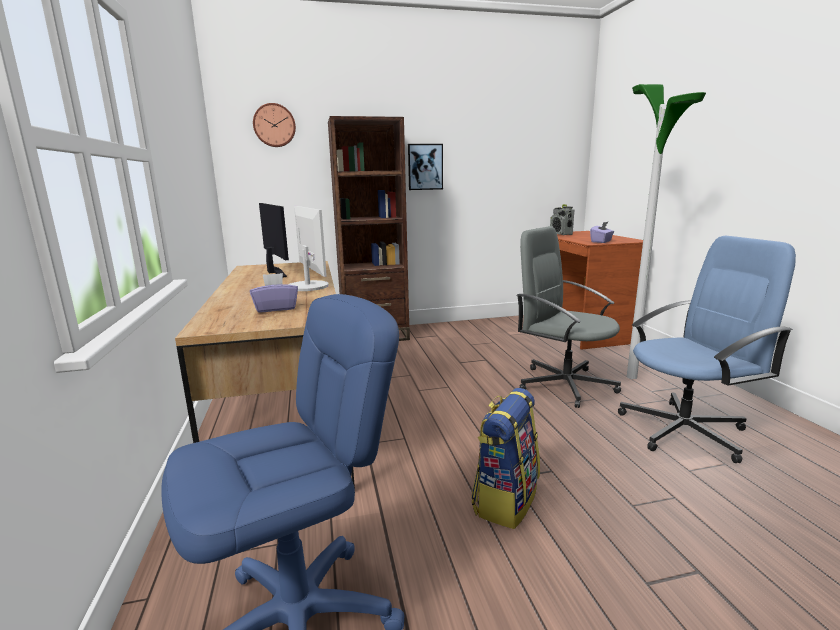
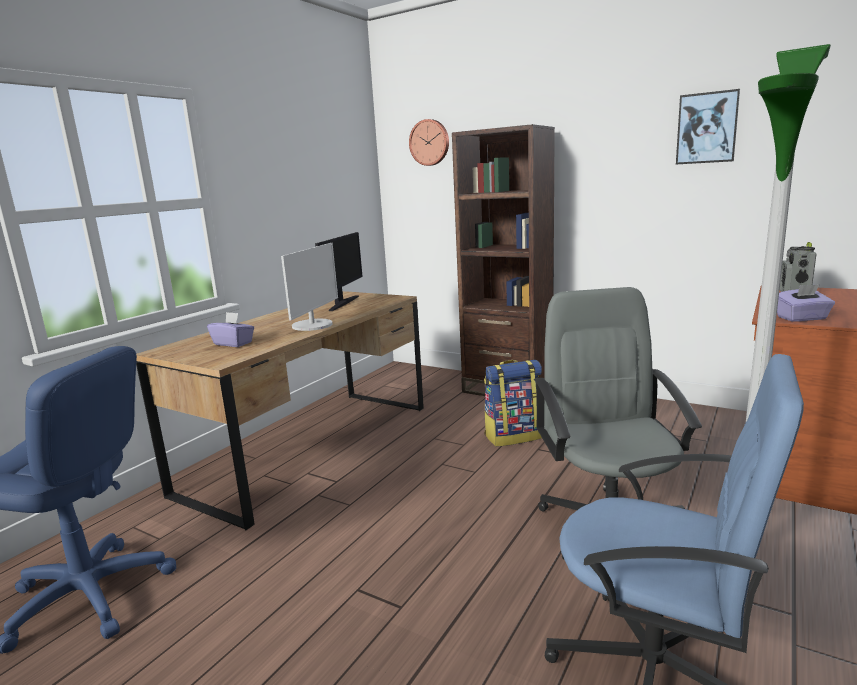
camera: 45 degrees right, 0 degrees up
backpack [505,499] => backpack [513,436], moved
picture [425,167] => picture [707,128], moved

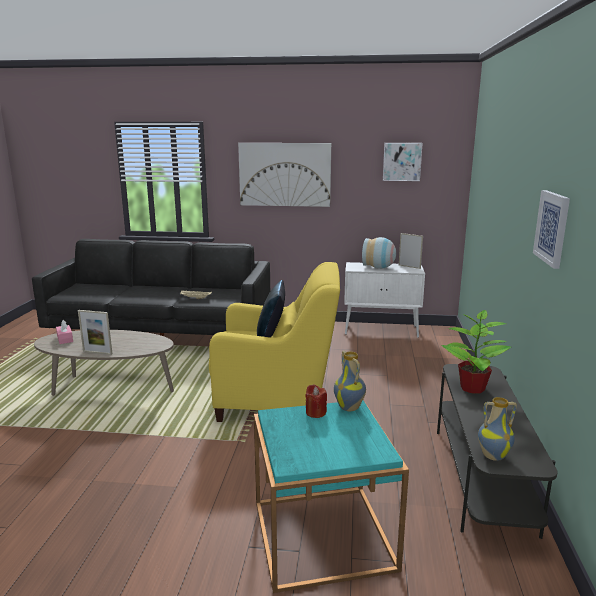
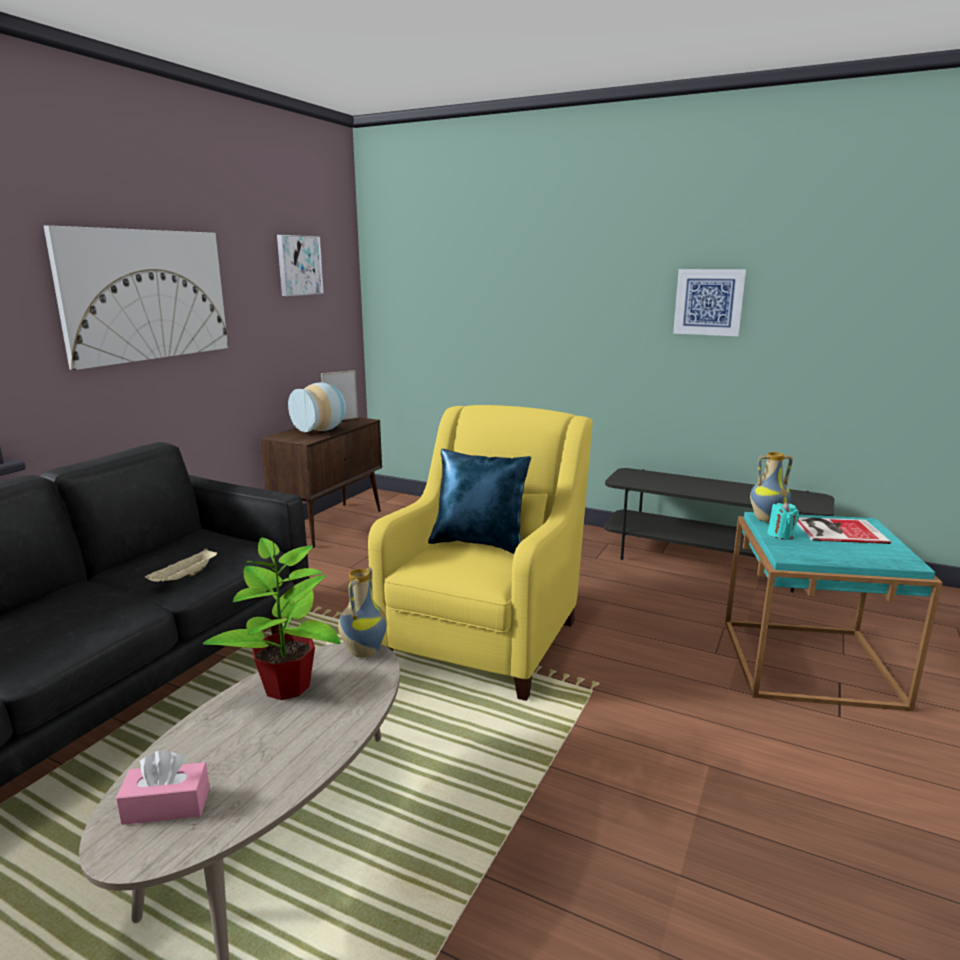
camera: 70 degrees left, 0 degrees up
potted plant [471,388] => potted plant [286,687], moved
white cabinet [381,330] => brown cabinet [330,524]
vase [493,455] => vase [363,651], moved
red candle [315,412] => turquoise candle [781,535]
nothing => book [836,530]
picture frame [97,352] => nothing

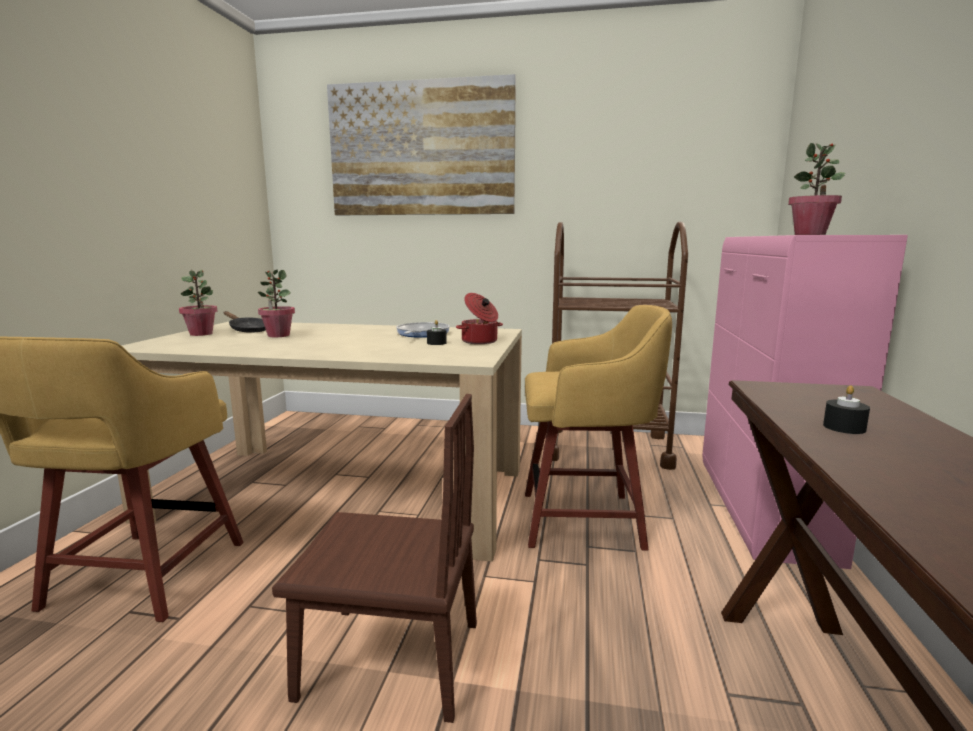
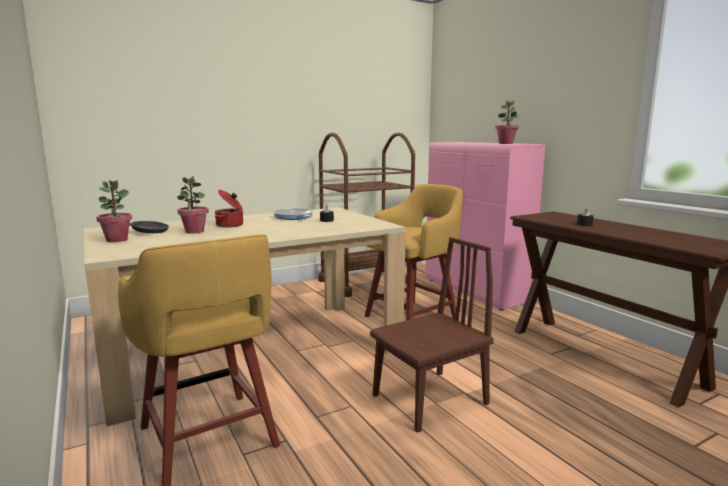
camera: 40 degrees left, 0 degrees up
cooking pot [480,341] => cooking pot [230,225], moved
picture [421,149] => nothing

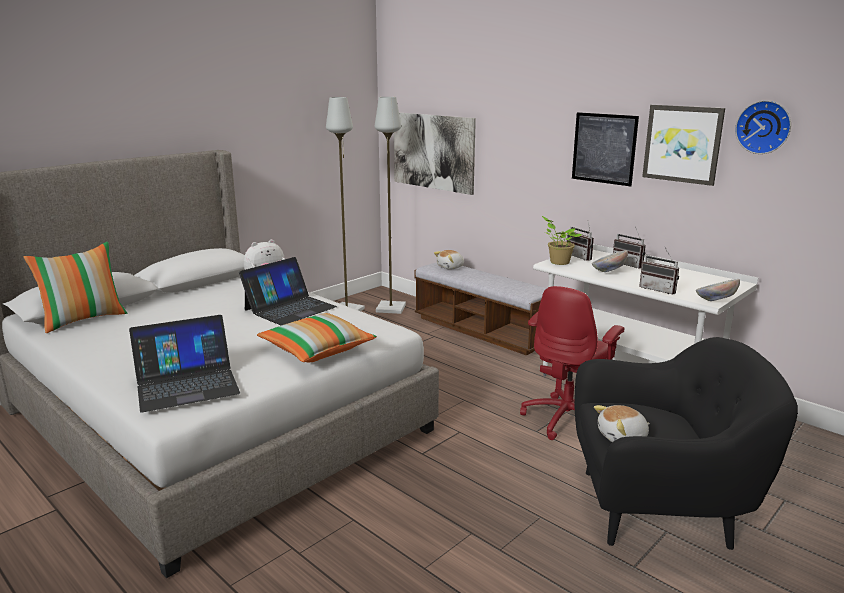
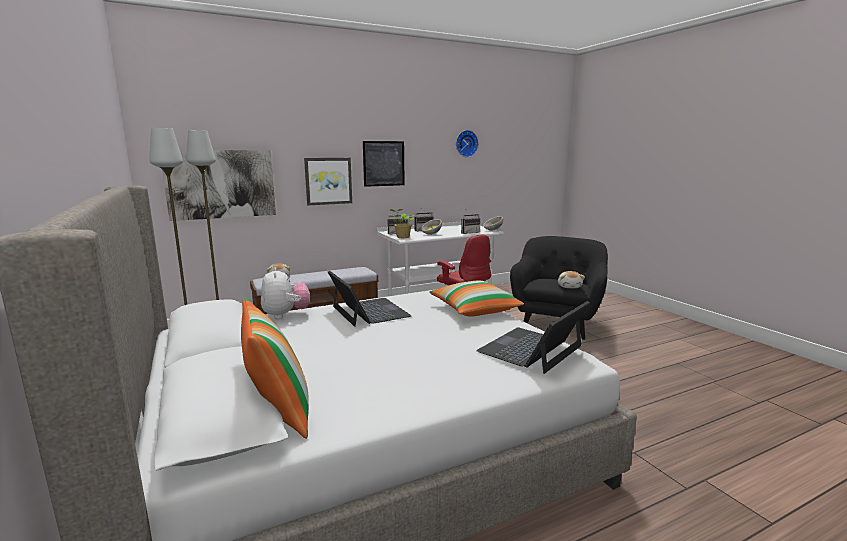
camera: 70 degrees left, 5 degrees down
picture [682,144] => picture [328,181], moved
laptop [187,384] => laptop [531,349], 135 degrees counterclockwise

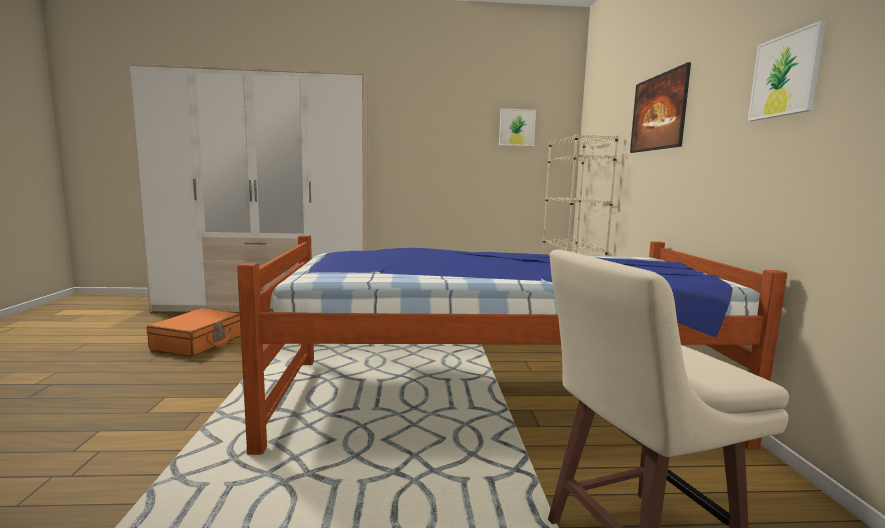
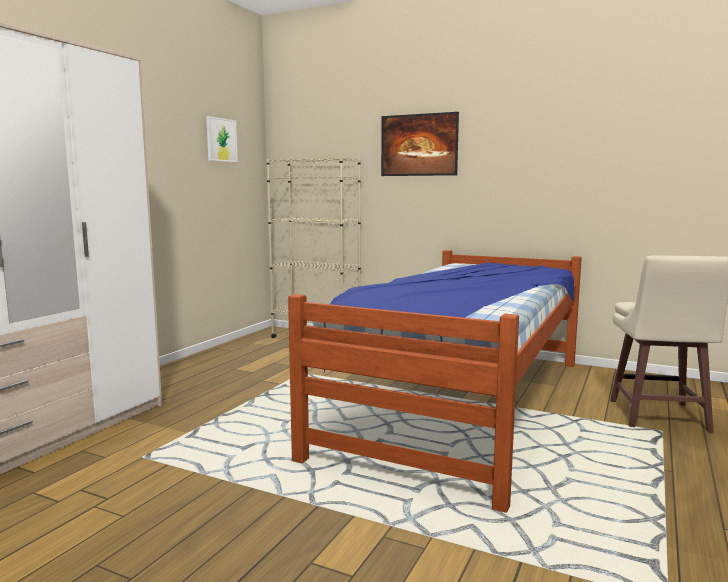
camera: 60 degrees left, 0 degrees up
orange suitcase [198,343] => nothing
picture [785,75] => nothing

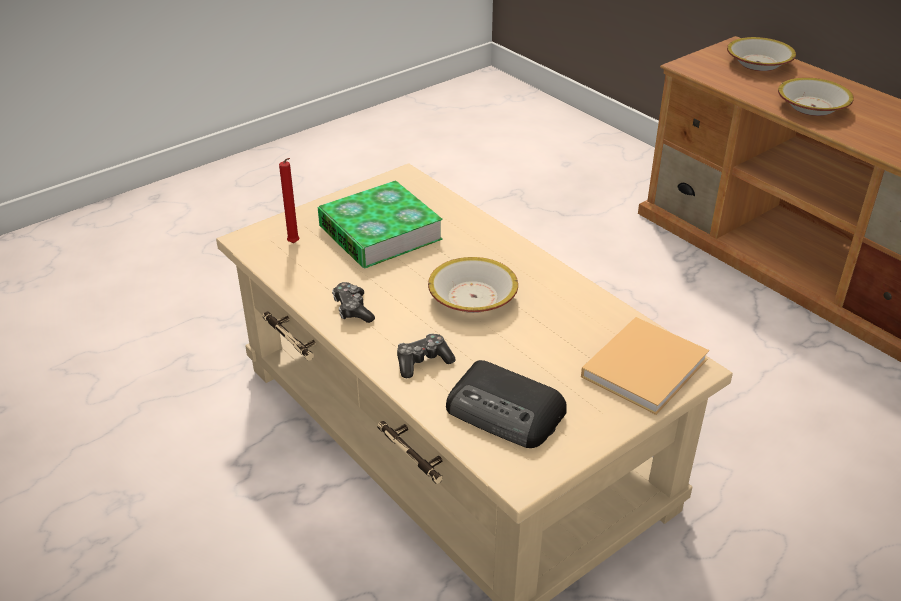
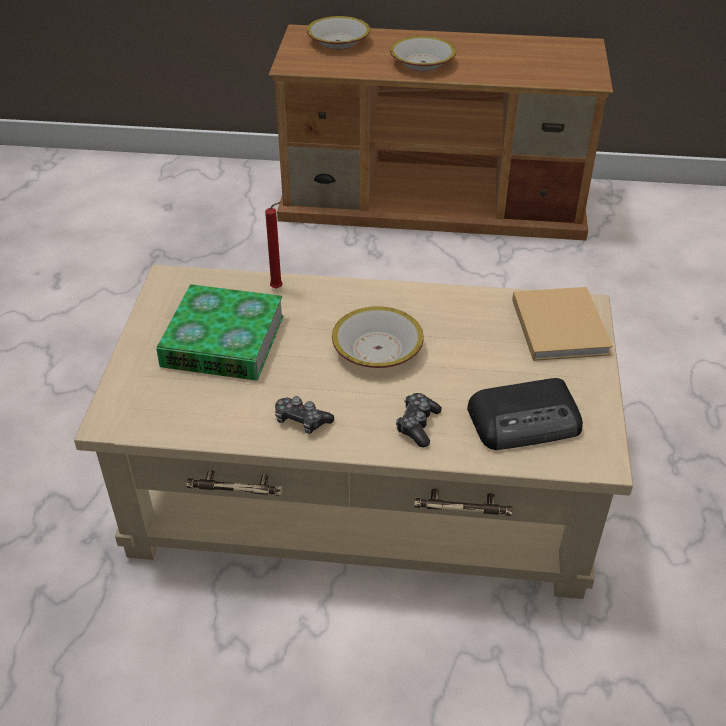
camera: 45 degrees left, 5 degrees up
red candle [294,244] => red candle [278,288], moved

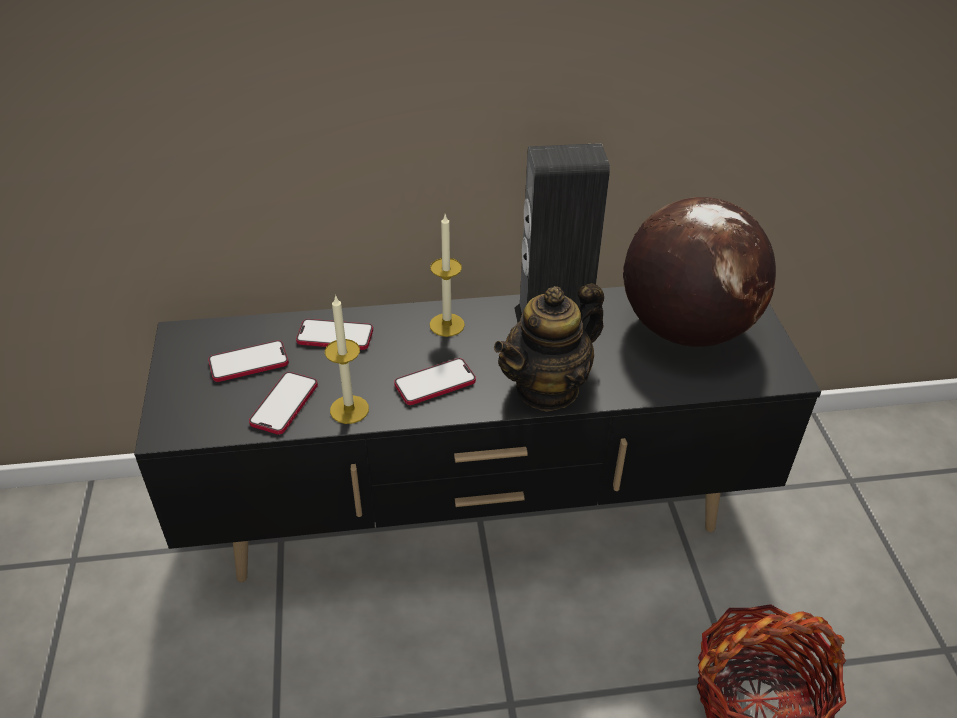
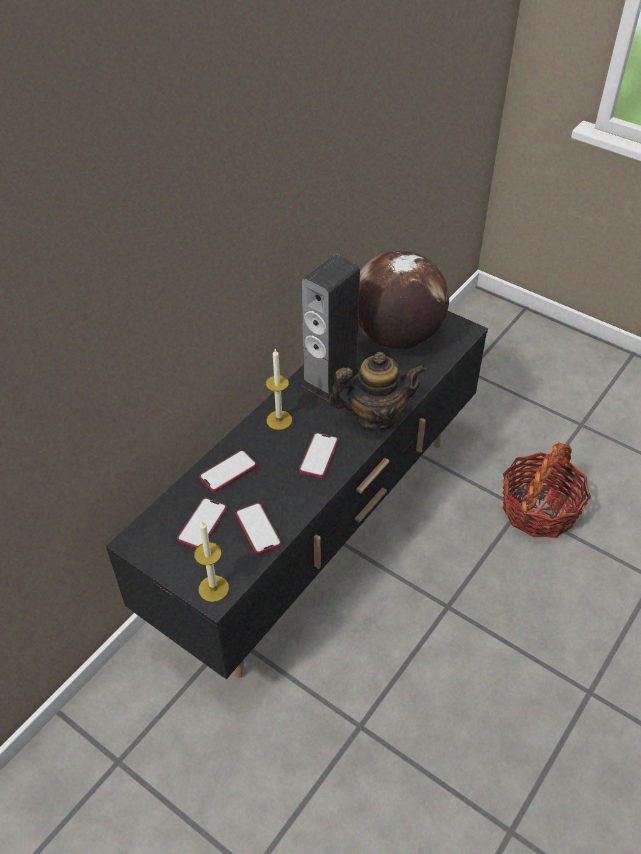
camera: 45 degrees left, 5 degrees up
candle [349,409] => candle [213,588], moved
teapot [547,388] => teapot [375,416], 105 degrees counterclockwise

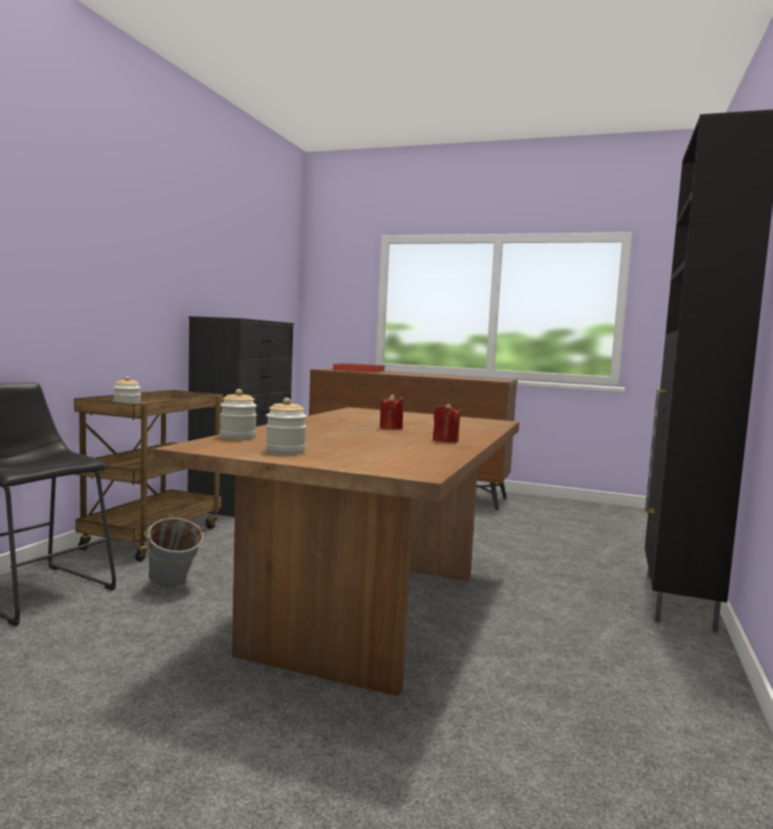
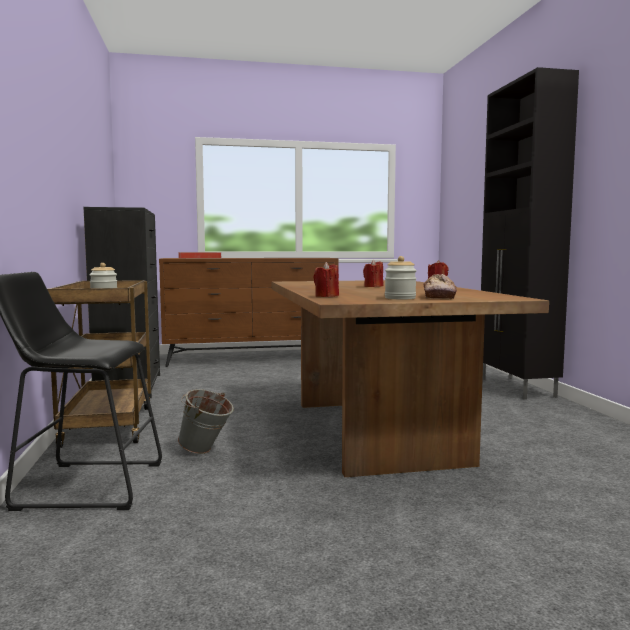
camera: 30 degrees left, 0 degrees up
jar [238,437] => red candle [326,296]
nothing => bread [439,297]

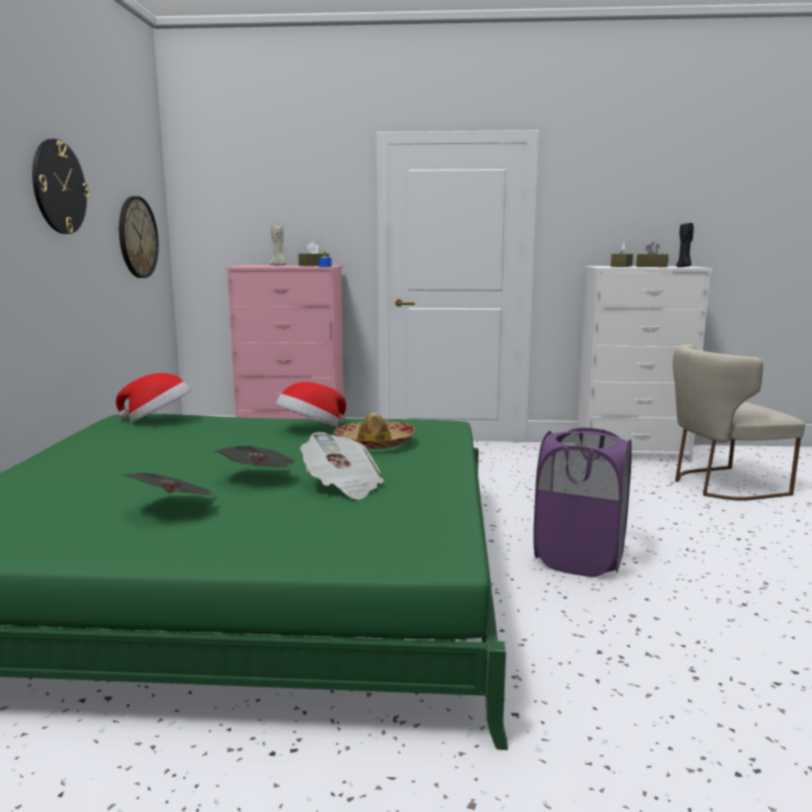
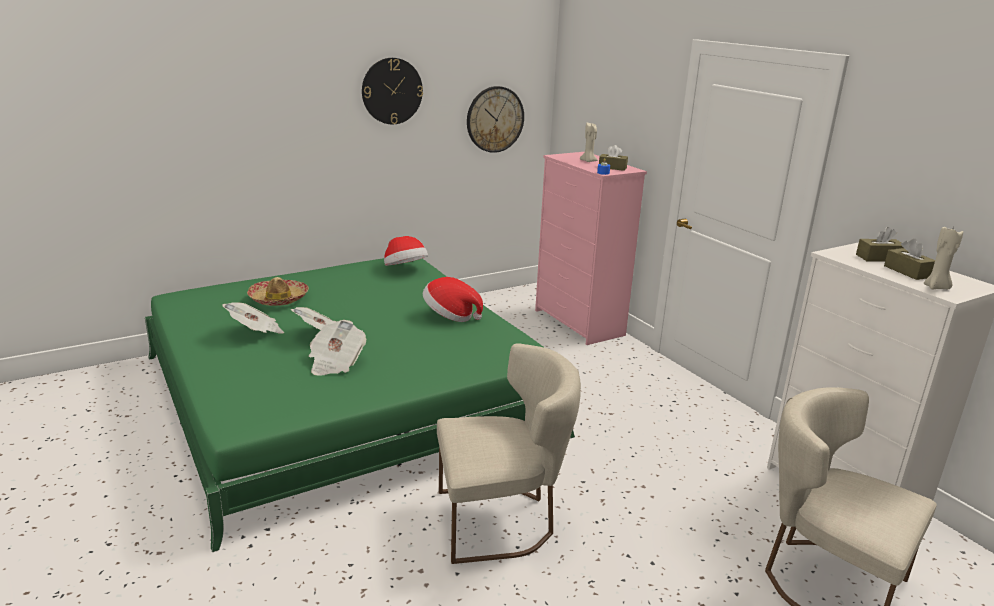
camera: 55 degrees right, 10 degrees up
hat [374,443] => hat [279,299], moved
purple laundry basket [579,559] => beige chair [502,520]
black candle [683,267] => beige candle [936,287]

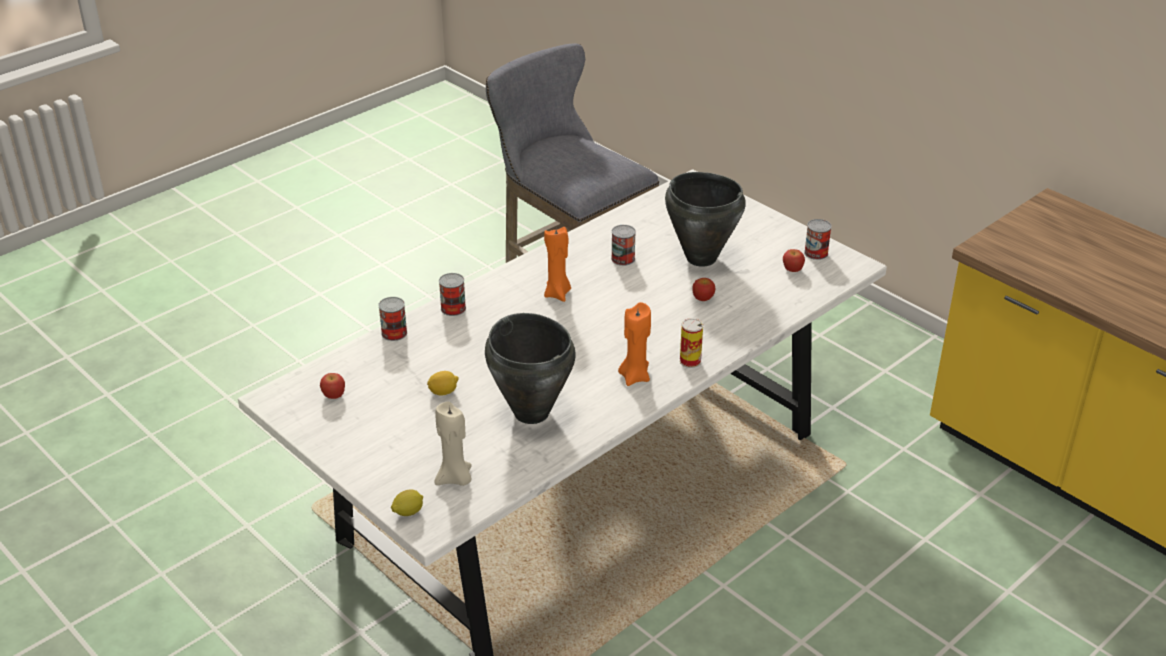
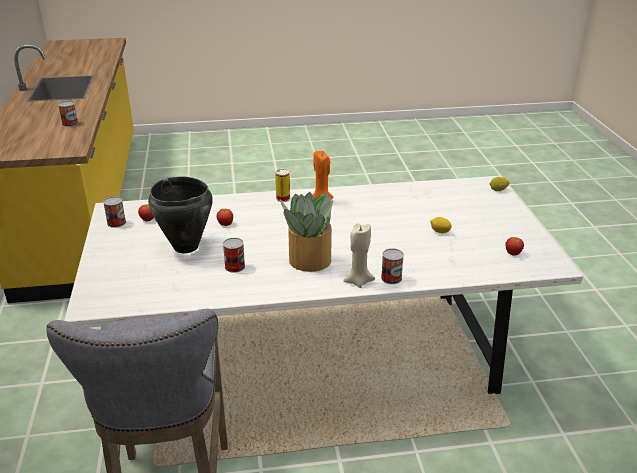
camera: 145 degrees left, 5 degrees down
can [394,333] => can [70,123], moved
orange candle [558,294] => potted plant [309,260]
beige candle [455,479] => beige candle [358,281], moved
black cooking pot [531,412] => nothing

